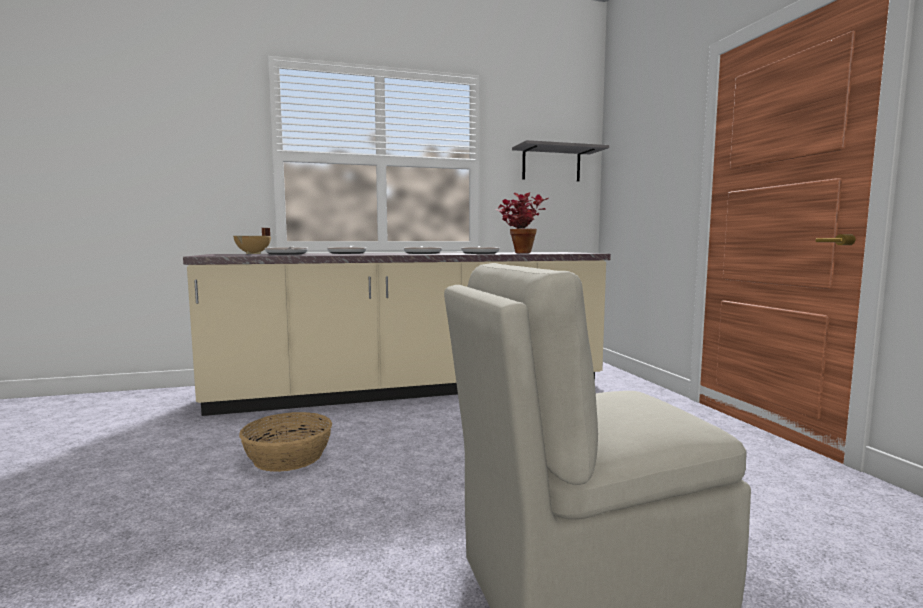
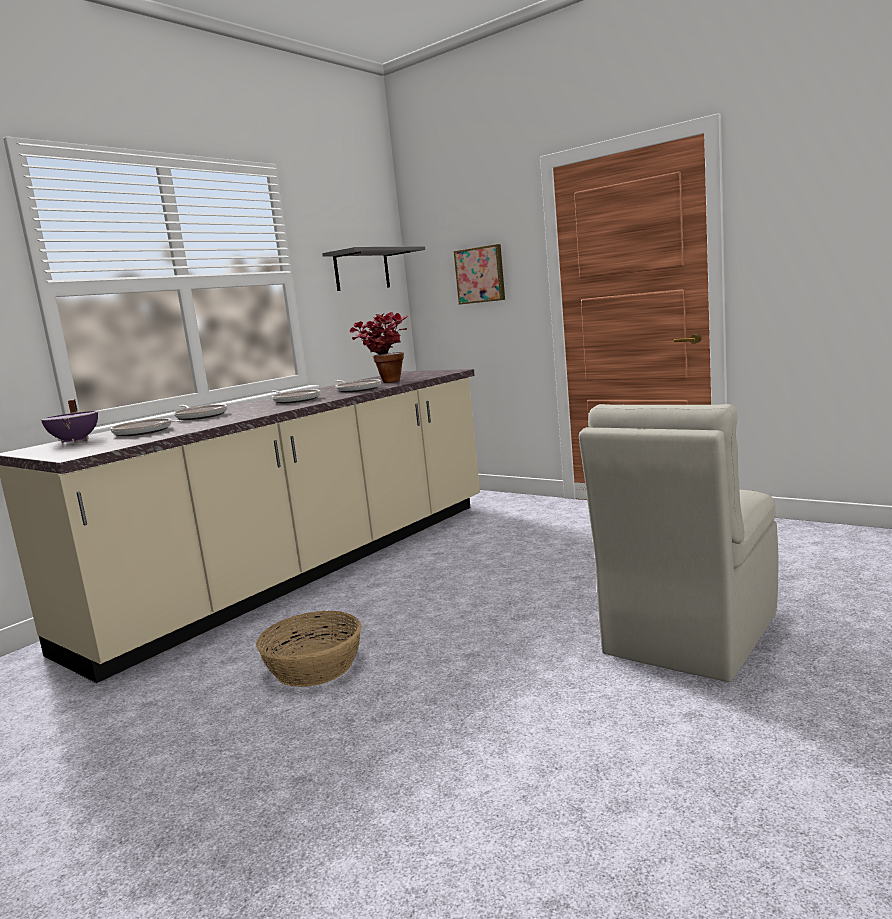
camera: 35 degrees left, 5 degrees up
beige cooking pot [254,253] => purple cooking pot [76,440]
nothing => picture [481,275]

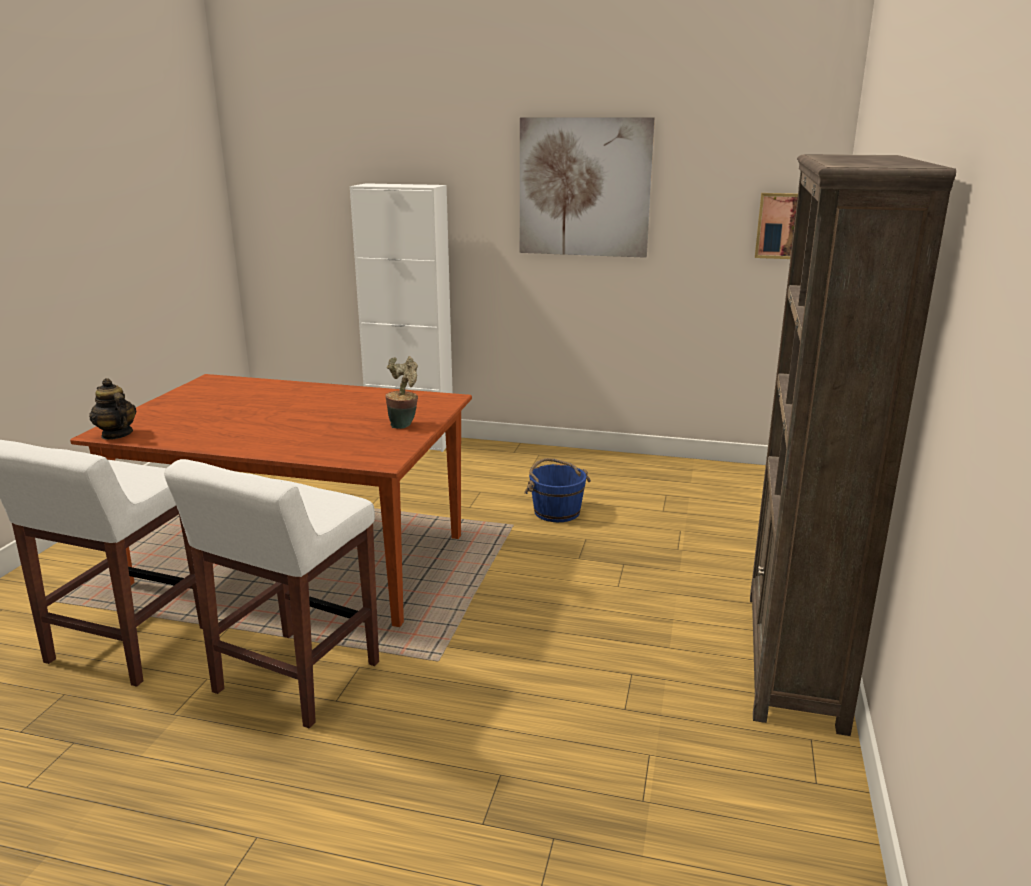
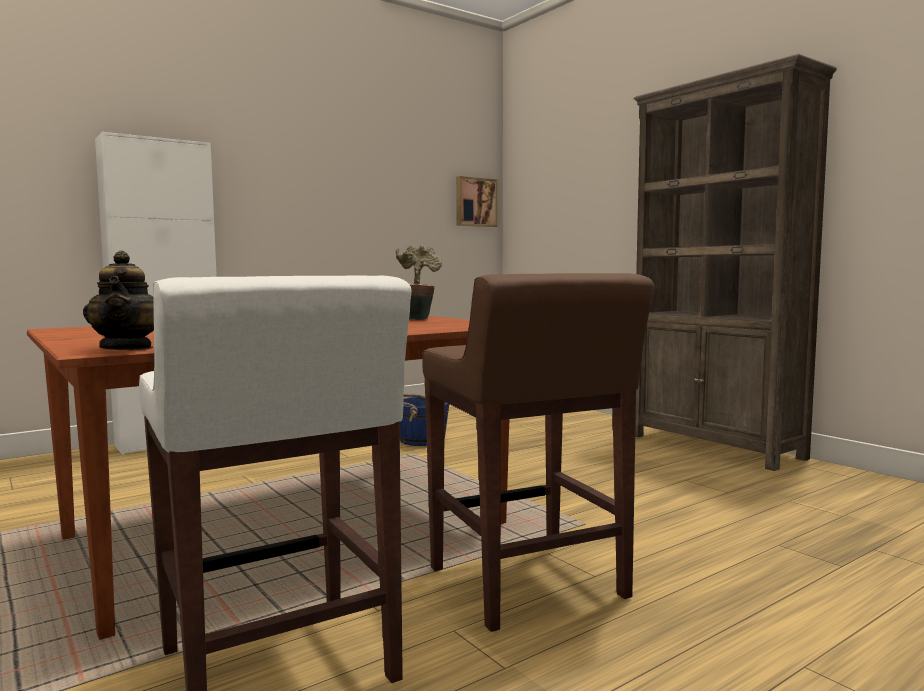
camera: 50 degrees left, 15 degrees down
teapot [116,434] => teapot [127,348], 105 degrees counterclockwise
white stool [295,679] => brown stool [527,584]
picture [584,187] => nothing

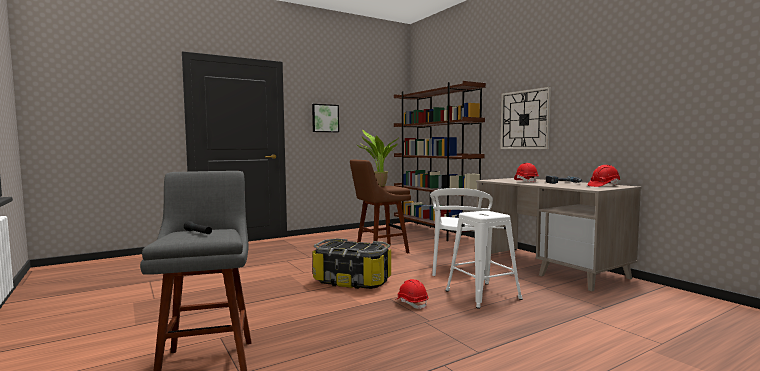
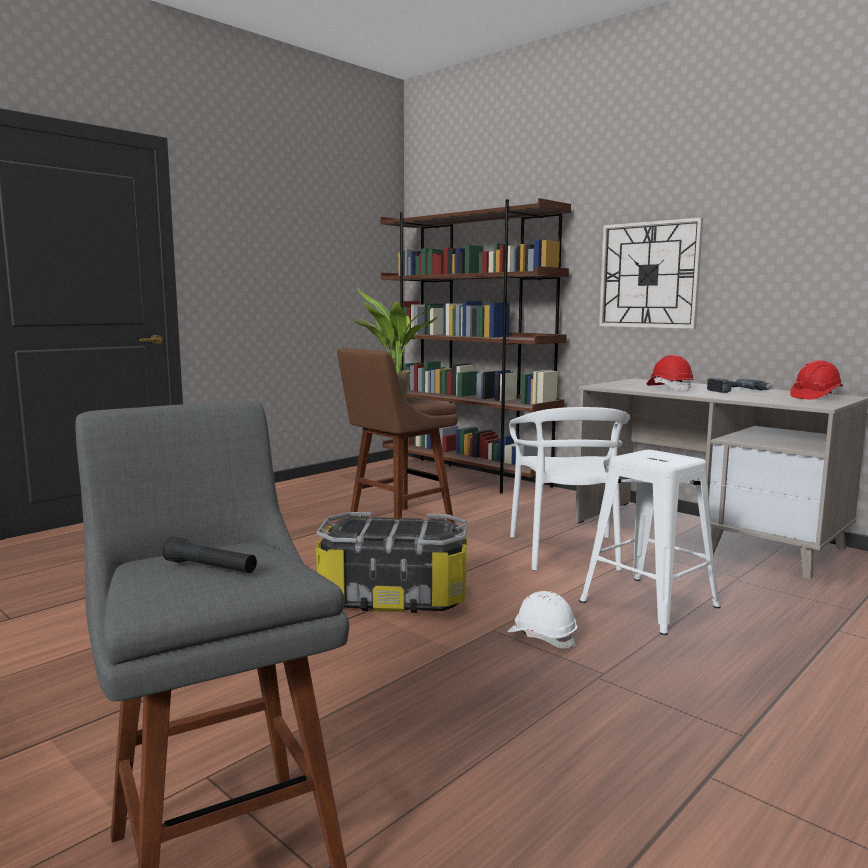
camera: 15 degrees left, 5 degrees up
red hard hat [411,303] => white hard hat [542,637]
picture [325,118] => nothing

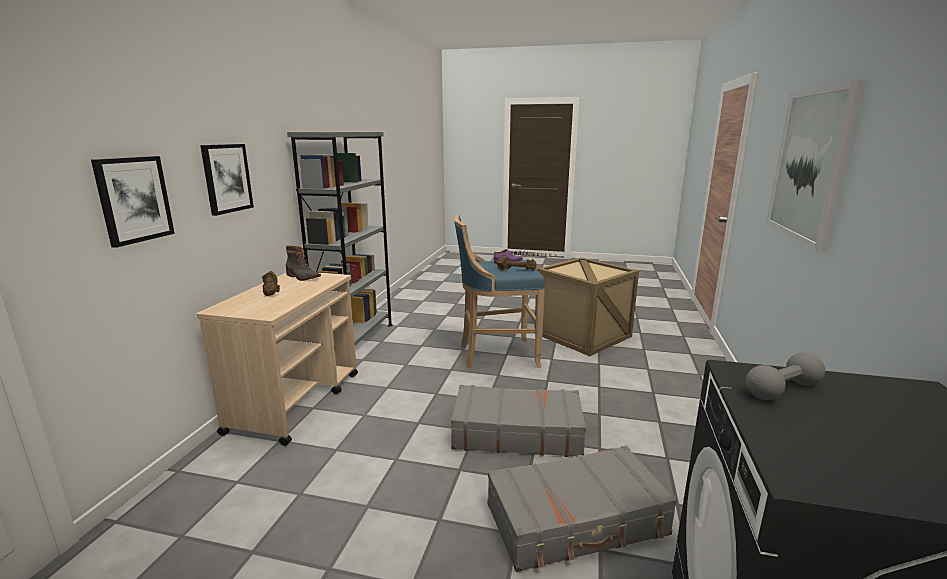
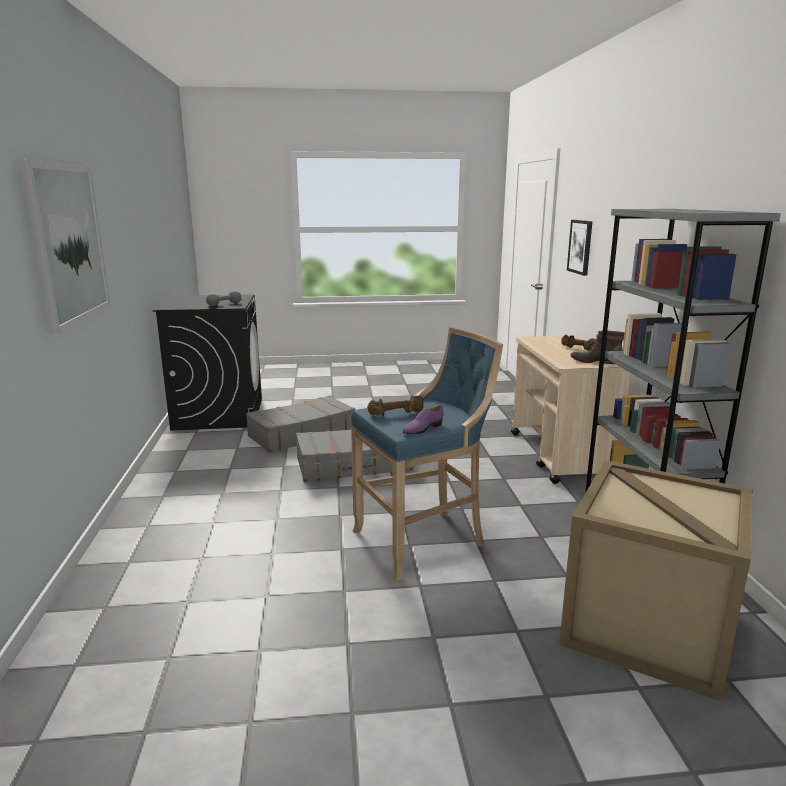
camera: 160 degrees right, 0 degrees up
crate [584,335] => crate [644,627], moved
picture [226,178] => nothing

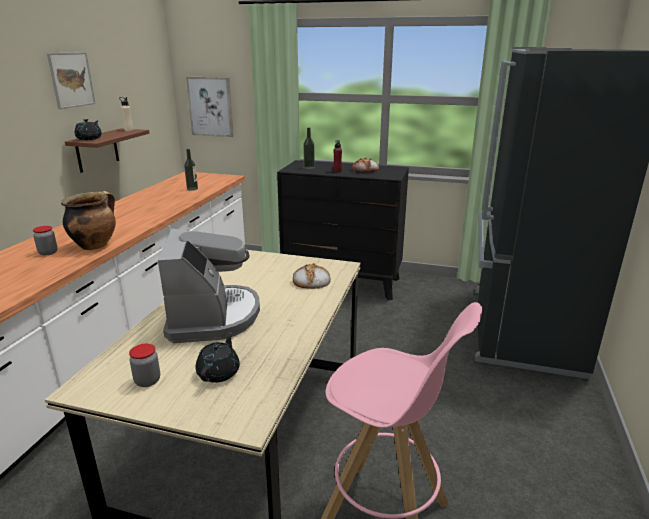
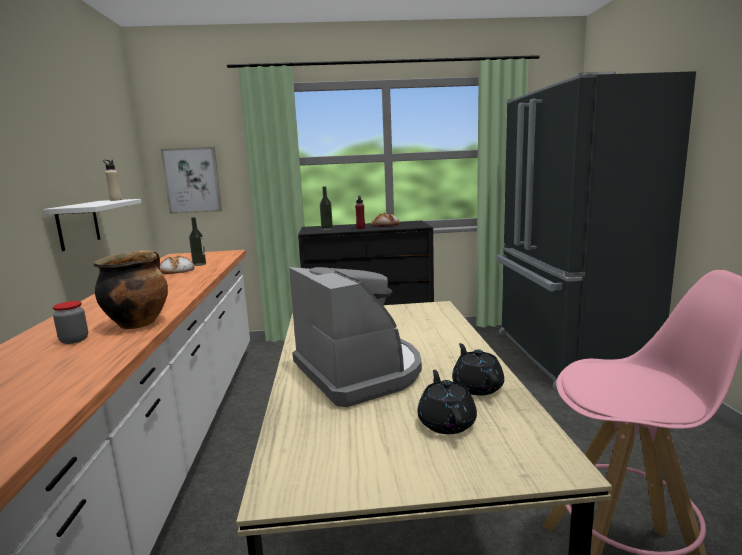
camera: 20 degrees left, 10 degrees down
brown shelf [97,150] => white shelf [78,224]
bread [311,281] => bread [176,270], moved
black teapot [89,138] => black teapot [477,386], moved
picture [71,80] => nothing
jar [147,381] => nothing

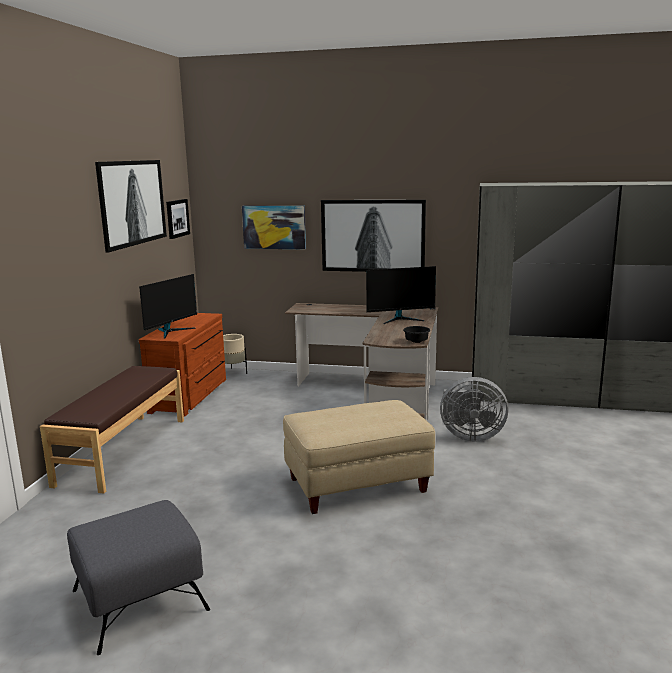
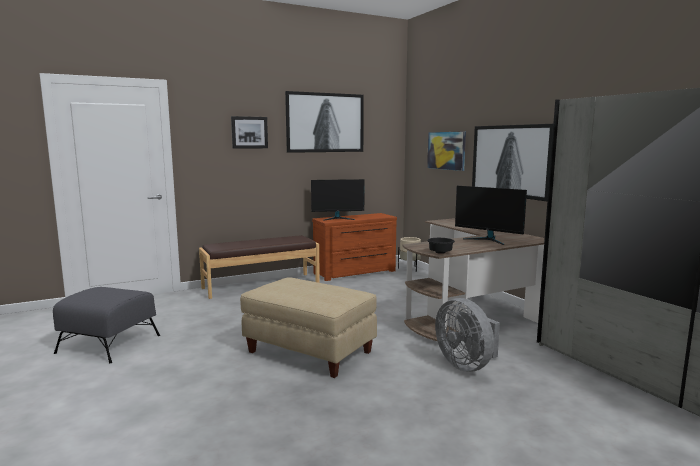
camera: 50 degrees right, 5 degrees down
picture [177,218] => picture [249,132], moved

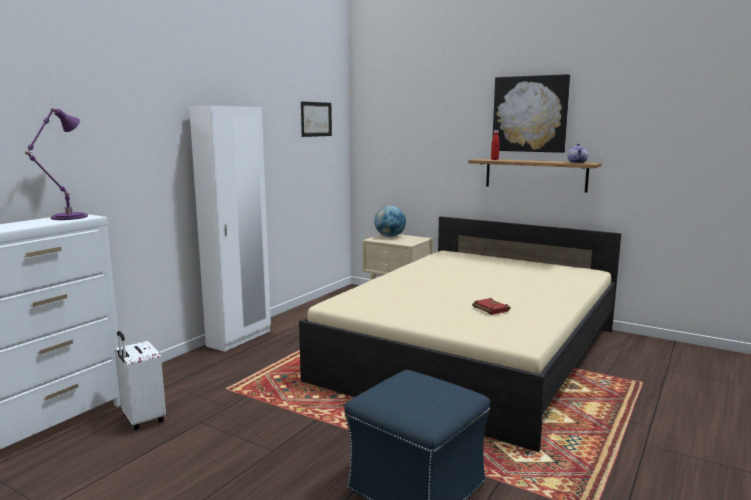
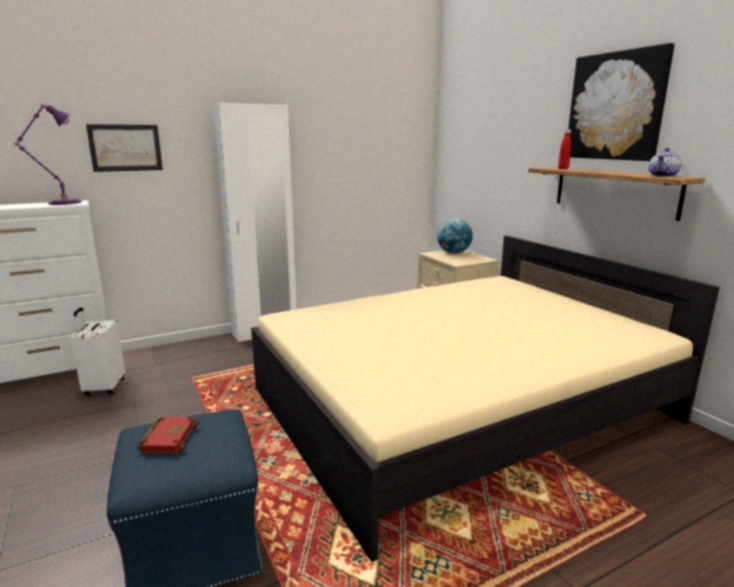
camera: 30 degrees right, 5 degrees up
picture [316,119] => picture [125,147], moved
red book [489,309] => red book [168,438], moved

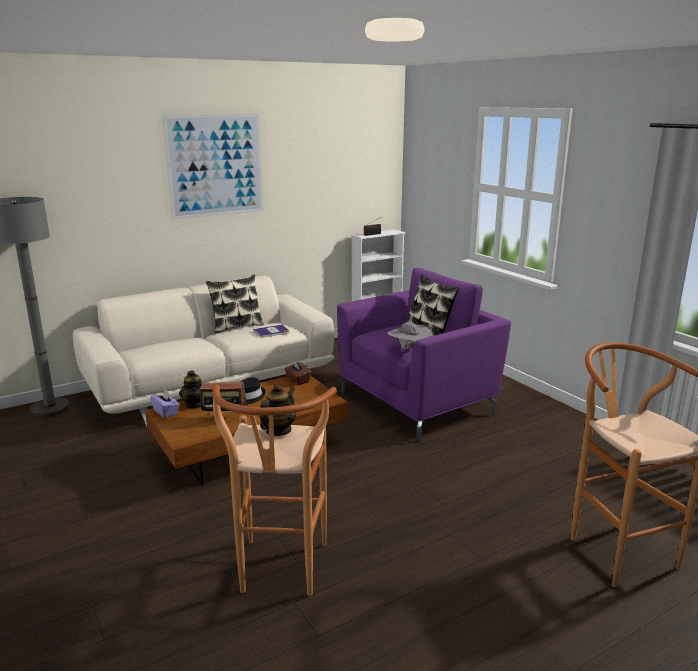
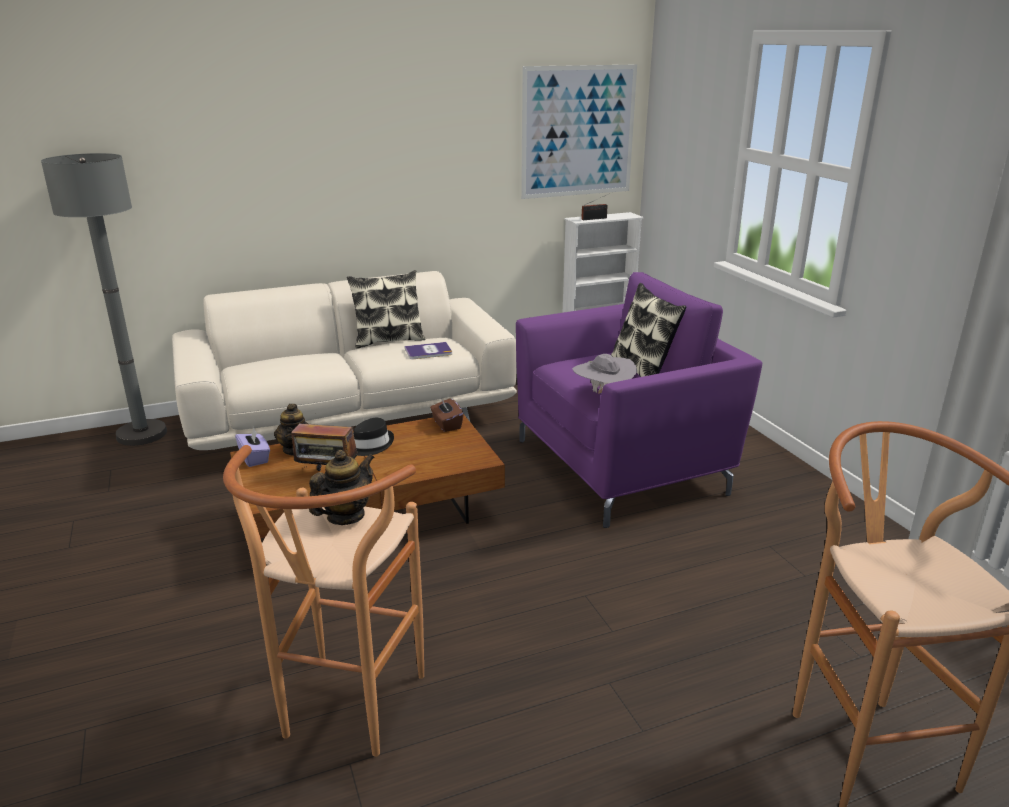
camera: 10 degrees right, 5 degrees up
picture [215,165] => picture [578,132], moved

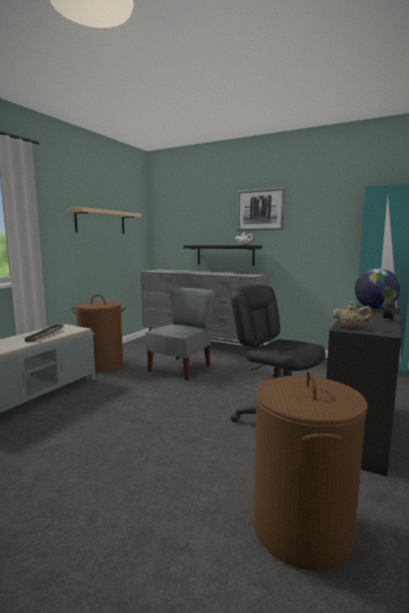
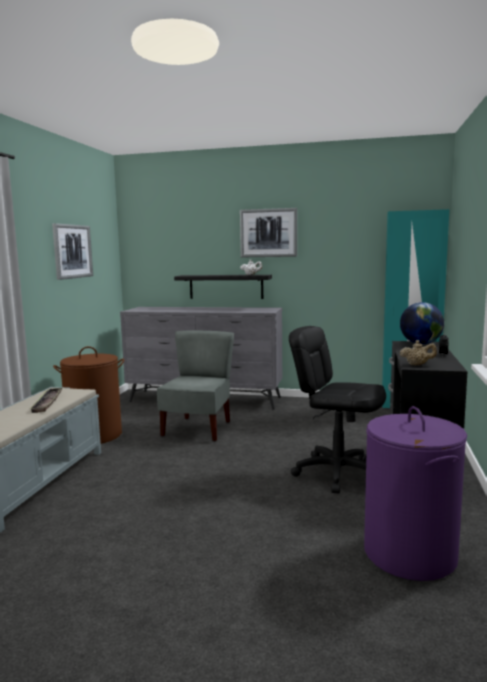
camera: 15 degrees left, 0 degrees up
beige shelf [101,222] => picture [72,251]
brown laundry basket [302,529] => purple laundry basket [410,553]

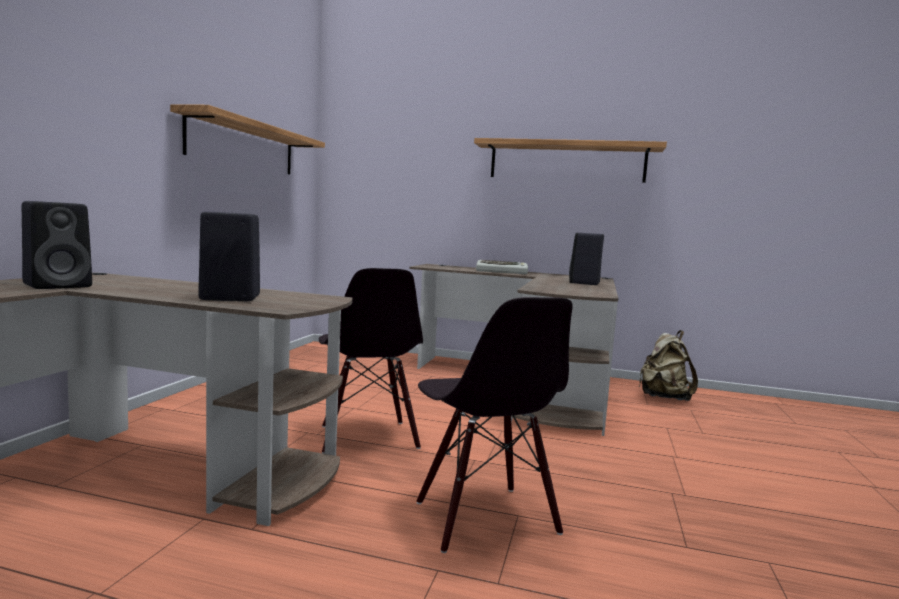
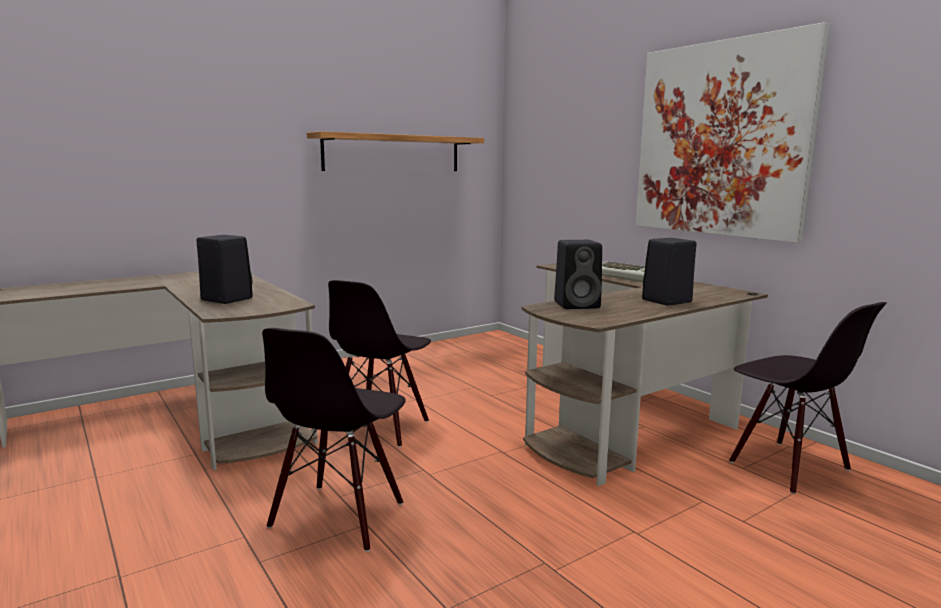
camera: 40 degrees right, 5 degrees up
black speaker [60,285] => black speaker [578,305], moved
shelf [567,162] => picture [721,139]
beige backpack [663,398] => black chair [788,466]

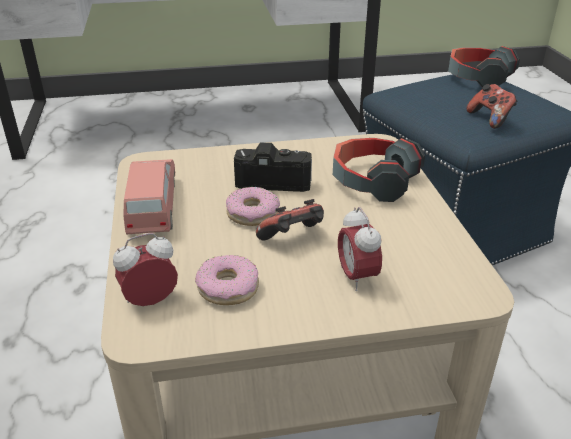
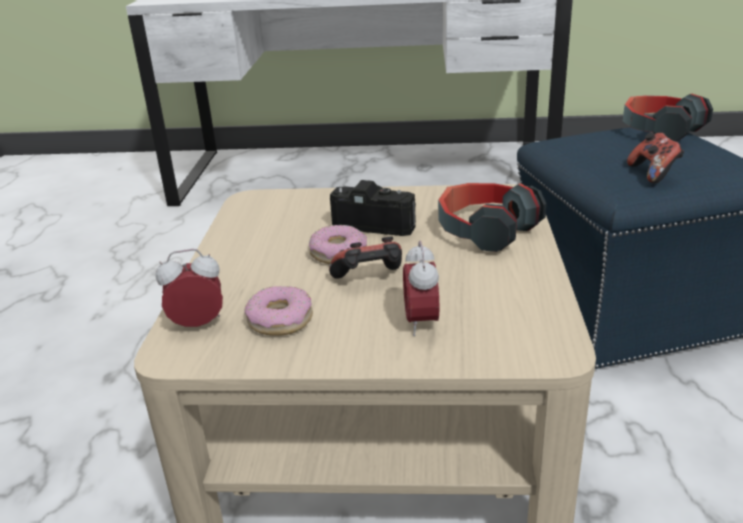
camera: 15 degrees right, 5 degrees down
pink toy car [152,207] => nothing

